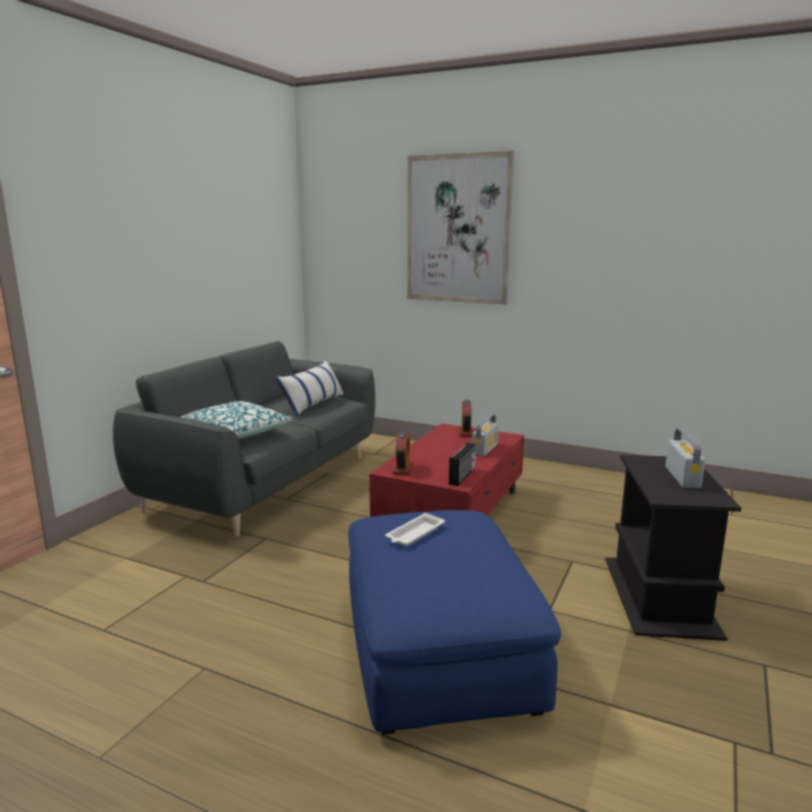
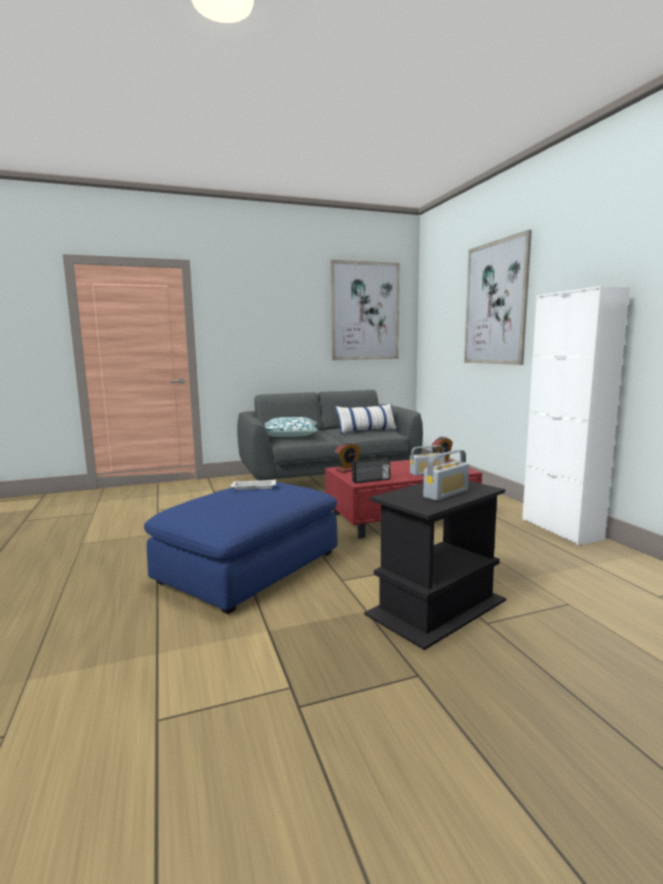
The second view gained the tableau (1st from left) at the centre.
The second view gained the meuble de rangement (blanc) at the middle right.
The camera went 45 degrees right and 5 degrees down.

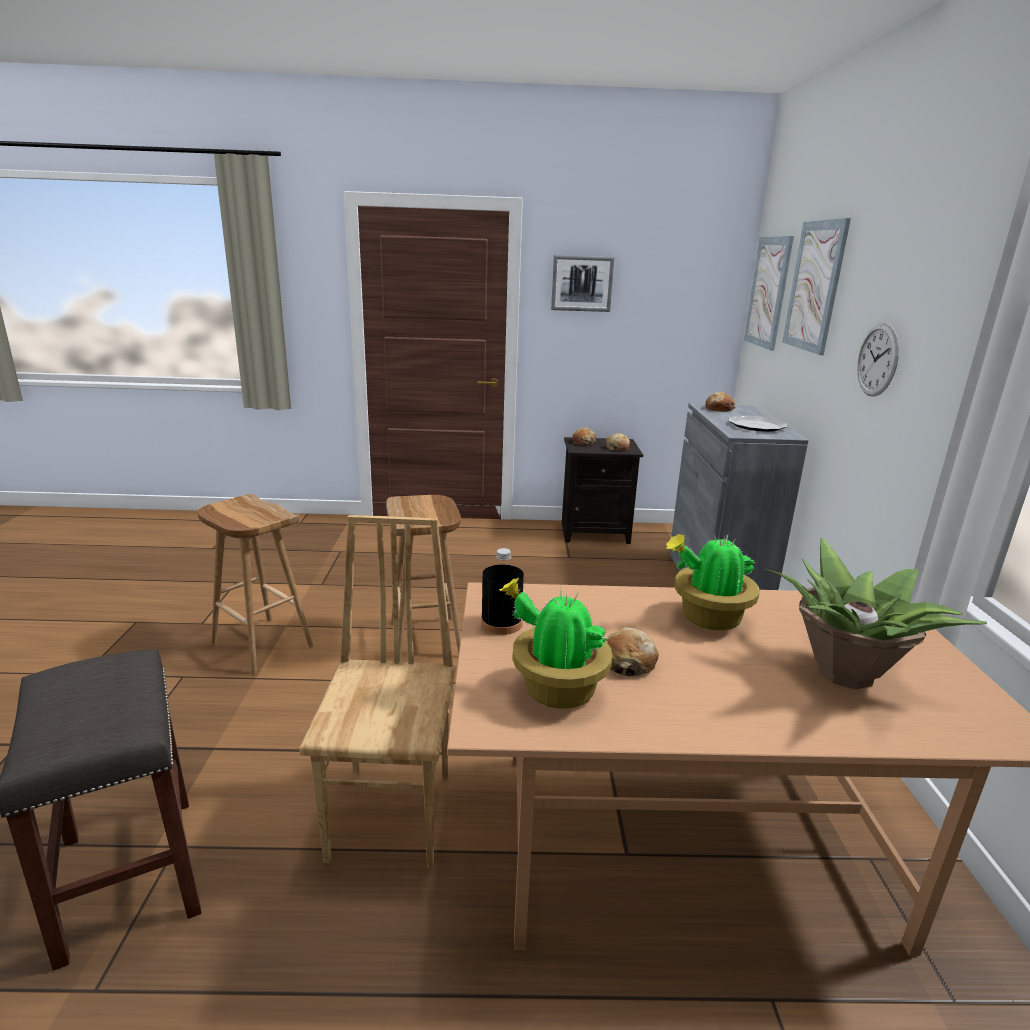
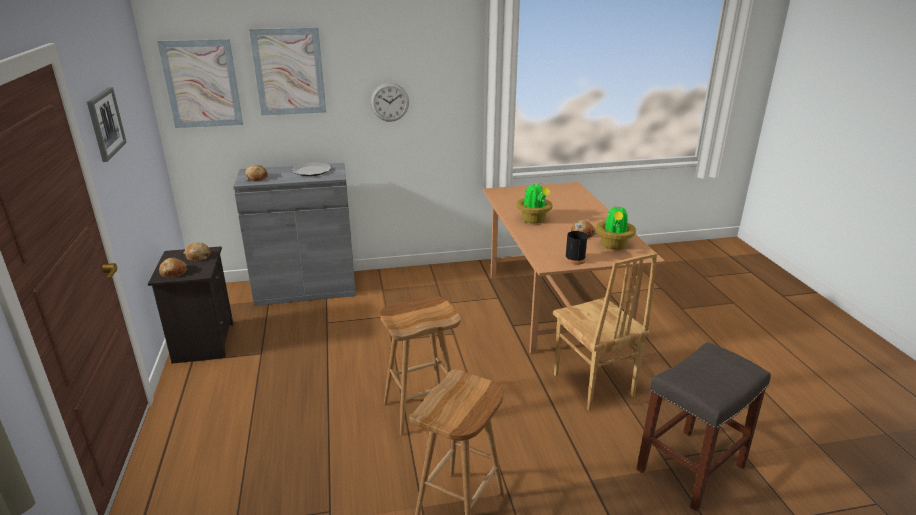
The chaise (marron) at the bottom centre ended up facing another way, 105 degrees counterclockwise from before.
The second view lost the plante en pot (3rd from left) at the middle right.
The camera went 100 degrees left and 5 degrees up.

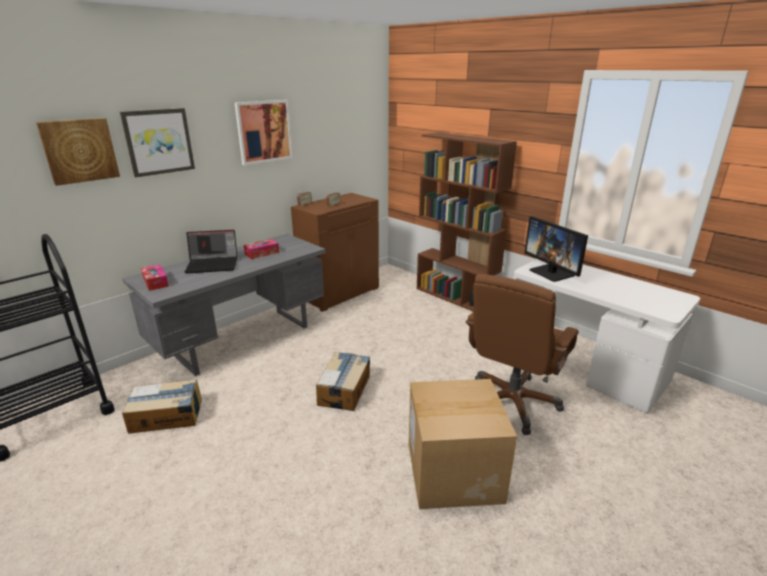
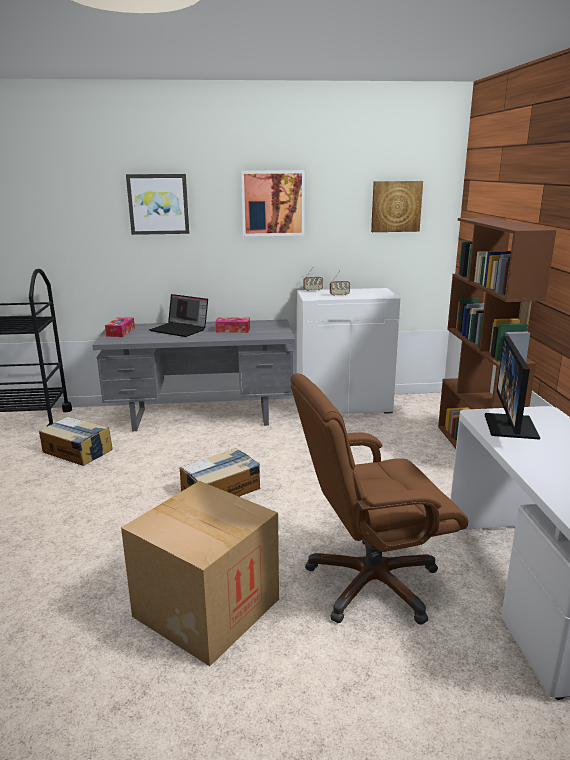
The tableau (1st from left in the first image) ended up elsewhere, having gone from the top left to the top right.
What was the meuble de rangement (marron) at the centre turned into the meuble de rangement (blanc) at the centre.
The camera went 40 degrees right and 5 degrees down.

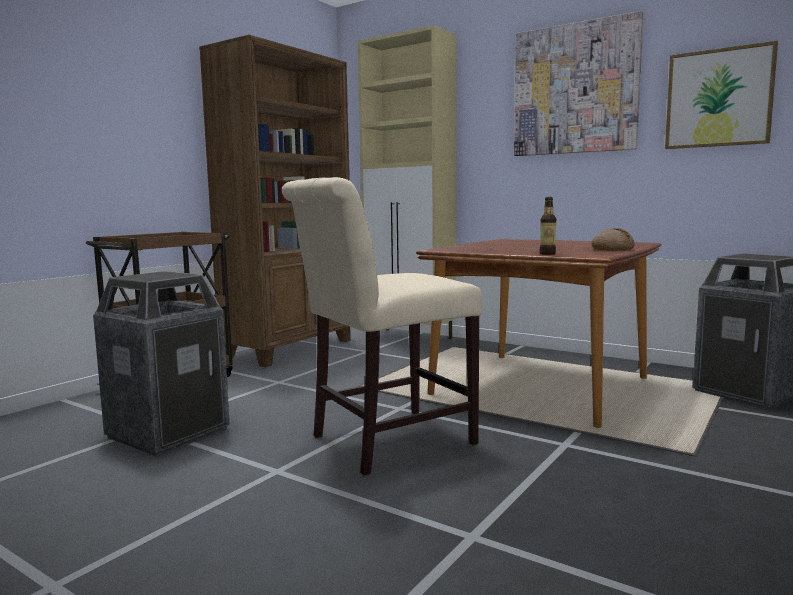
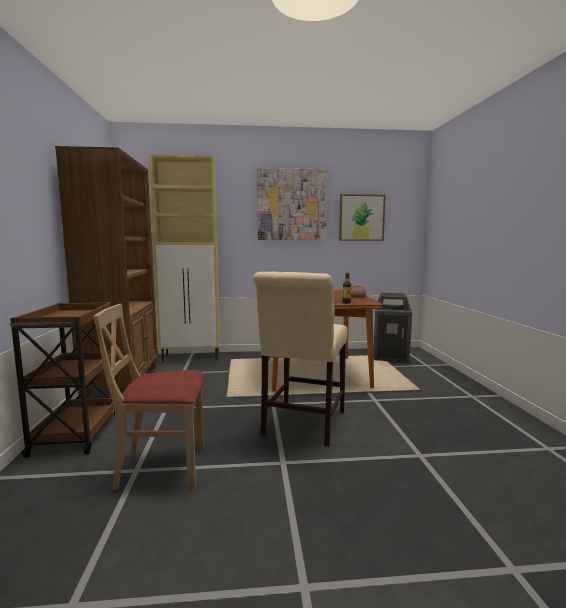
Where the poubelle (1st from left) stood at the middle left, the chaise (beige) (1st from left) came to stand at the middle left.
The camera went 40 degrees left and 0 degrees up.

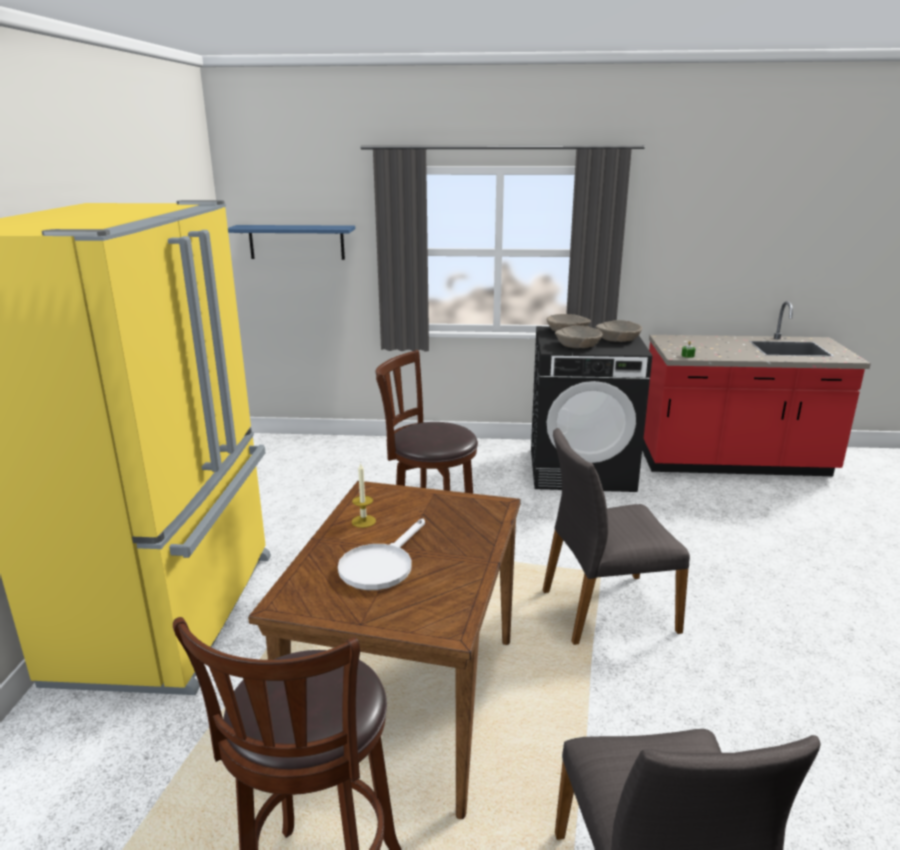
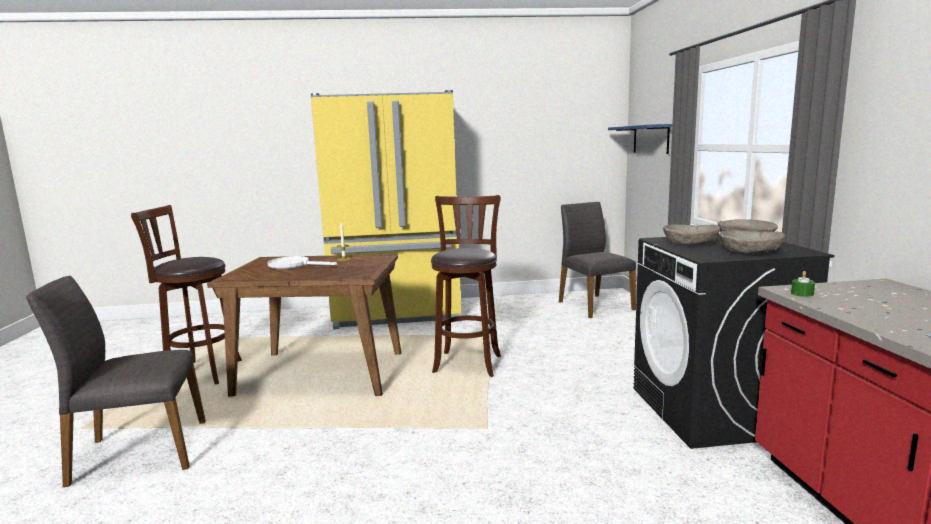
The chaise (gris) (1st from left in the first image) ended up elsewhere, having gone from the middle right to the centre.
The camera went 80 degrees right and 10 degrees down.

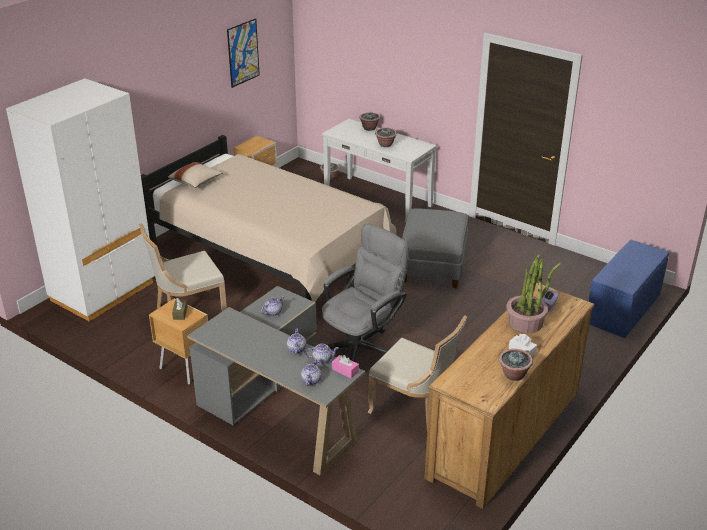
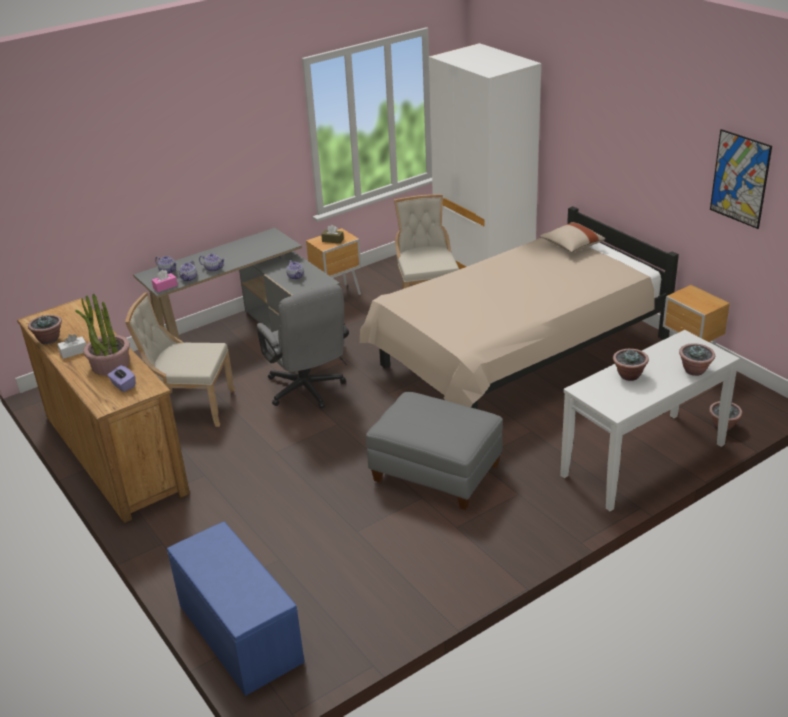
The chaise (beige) (2nd from left in the first image) at the bottom centre ended up facing another way, 45 degrees clockwise from before.
The camera went 110 degrees right and 0 degrees up.

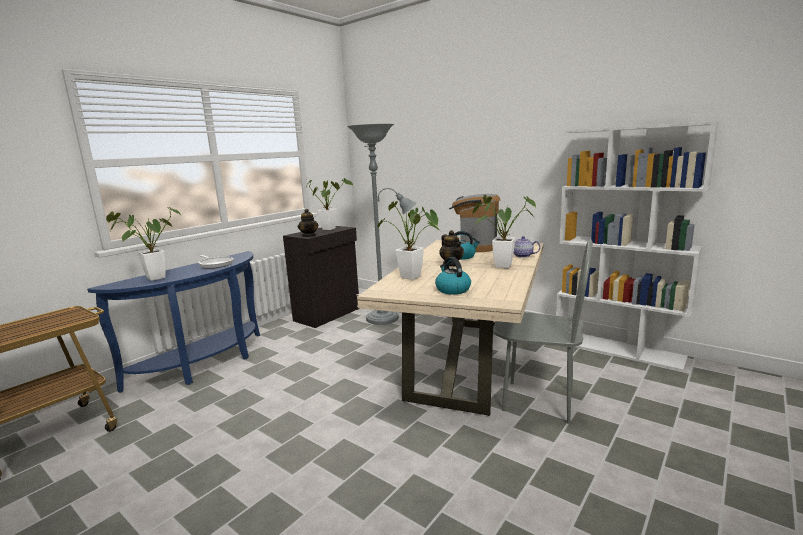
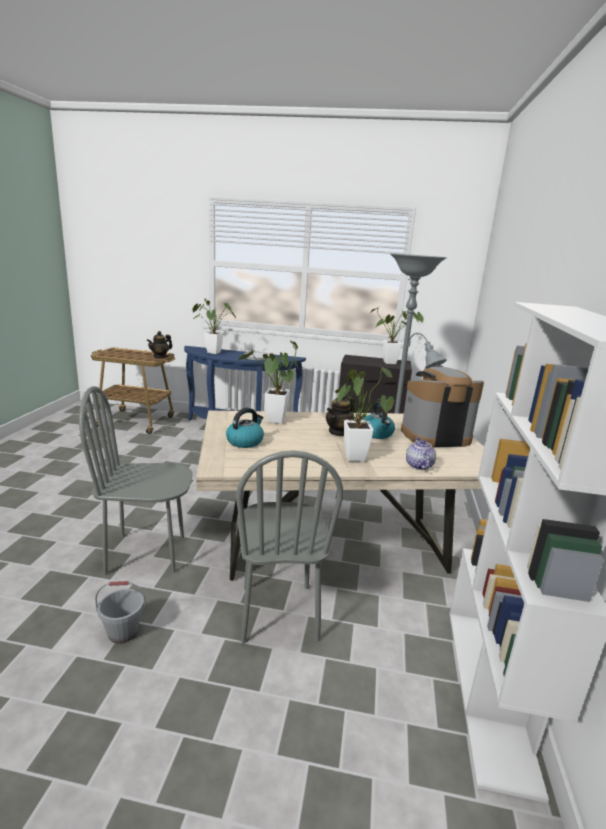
The théière (1st from left) ended up elsewhere, having gone from the centre to the middle left.
The second view gained the chaise (gris) (1st from left) at the middle left.
The second view gained the seau (gris) at the bottom left.
The camera went 60 degrees right and 5 degrees up.

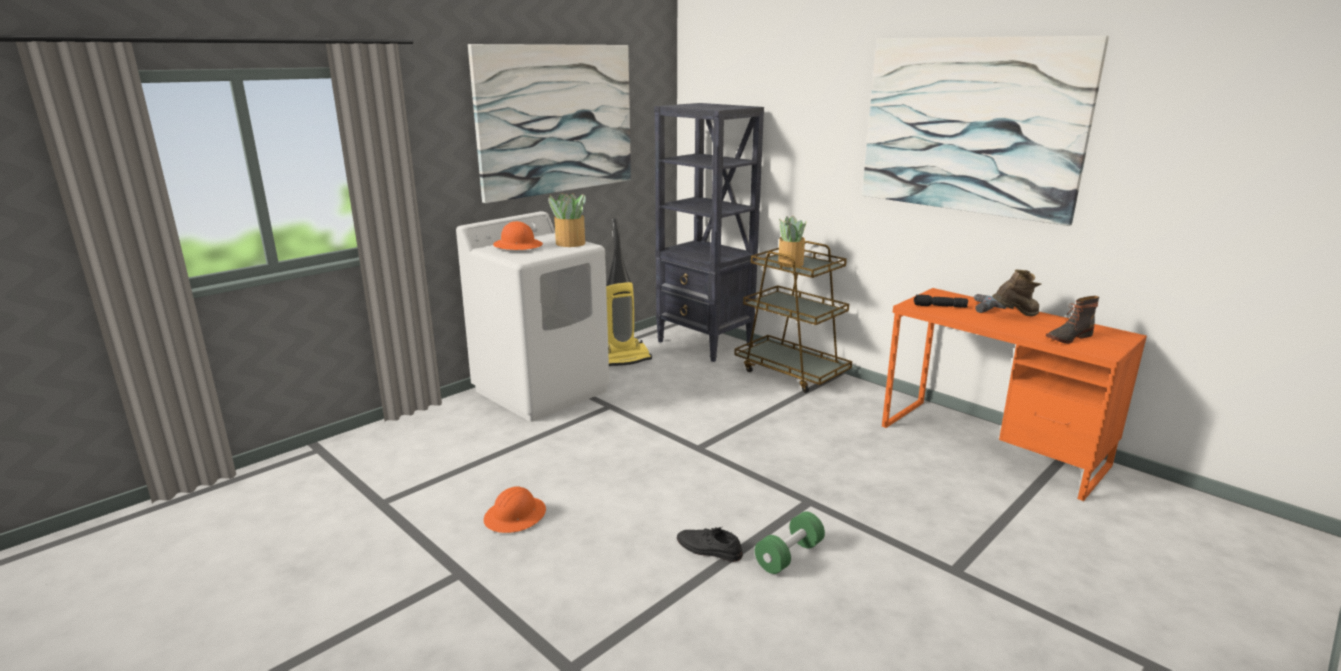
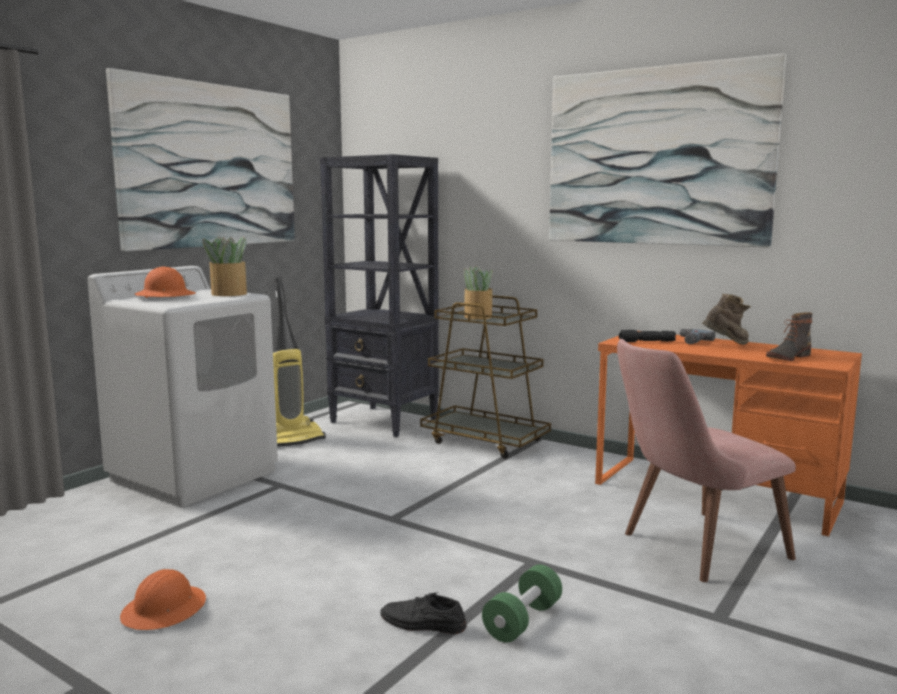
The second view gained the chaise (rose) at the middle right.
The camera went 10 degrees left and 10 degrees down.

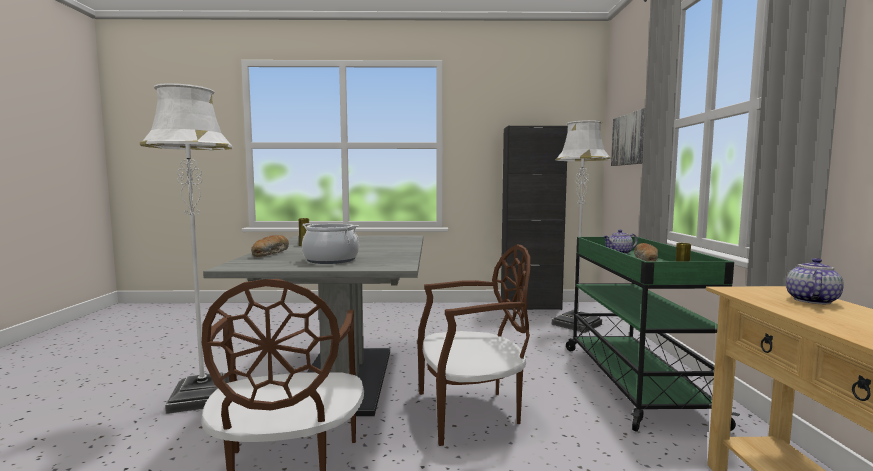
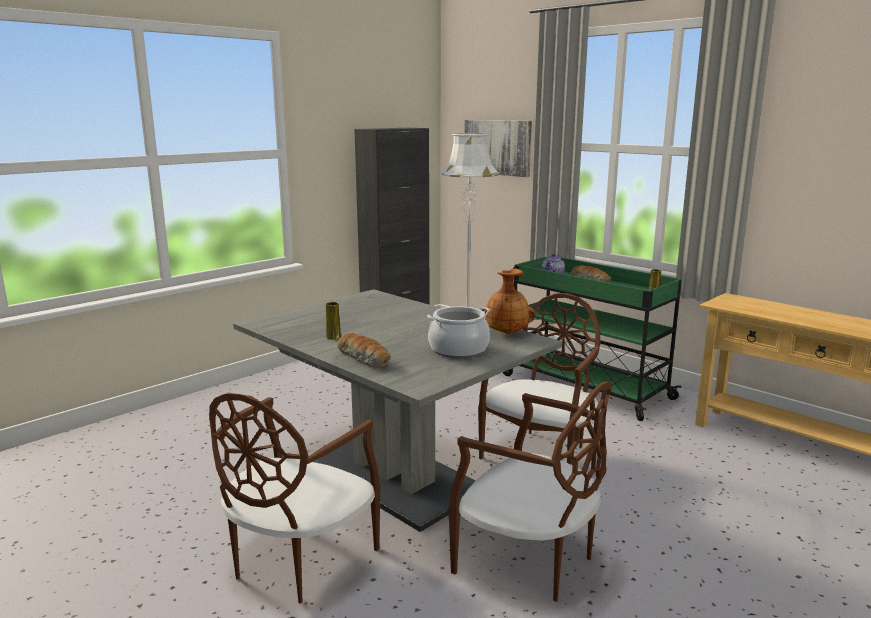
Where the lampadaire (blanc) (1st from left) stood at the middle left, the chaise (marron) (1st from left) came to stand at the bottom centre.
The second view lost the théière (2nd from left) at the middle right.
The second view gained the vase (marron) at the centre.
The camera went 45 degrees left and 10 degrees up.

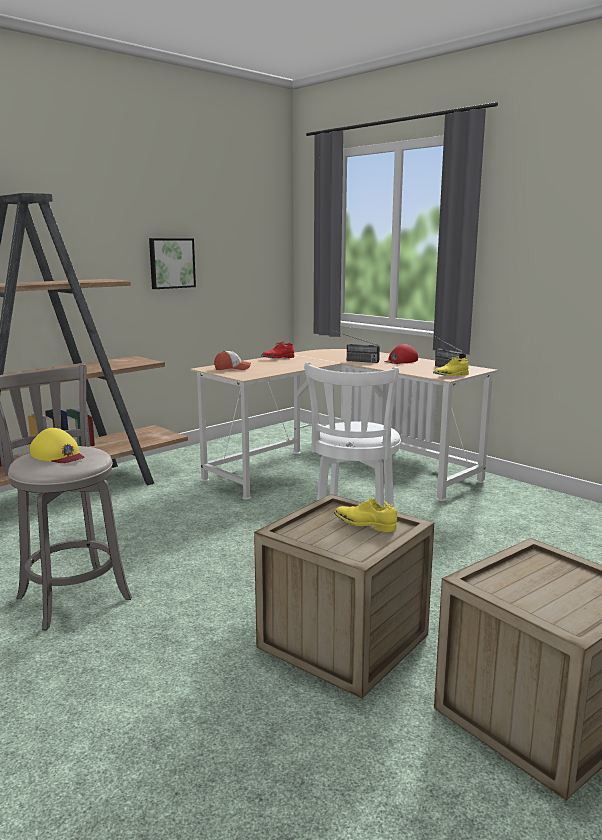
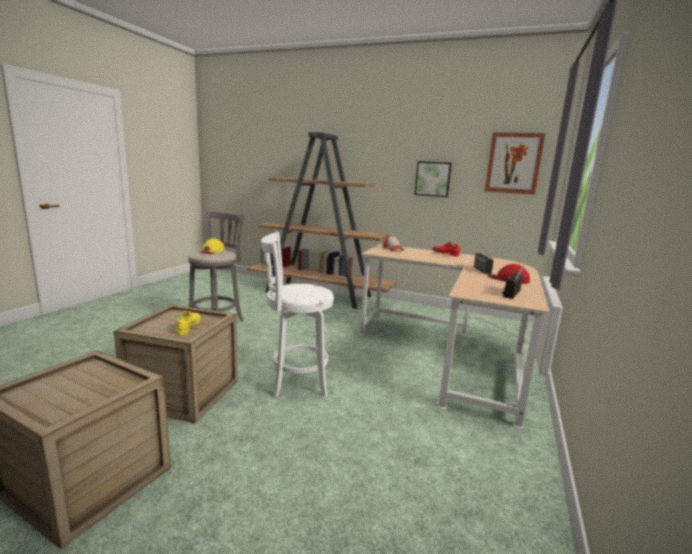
The second view lost the chaussure (jaune) (2nd from left) at the middle right.
The second view gained the tableau (2nd from left) at the top right.
The camera went 65 degrees right and 0 degrees up.

